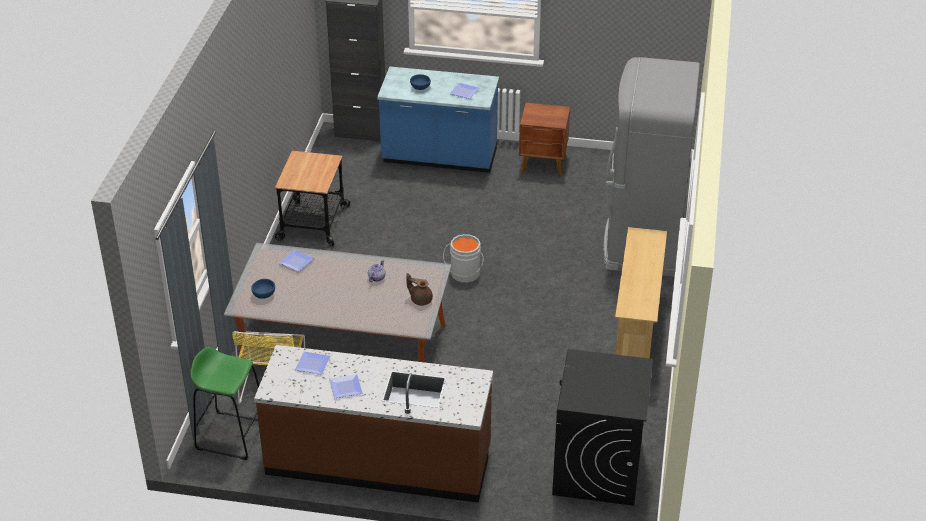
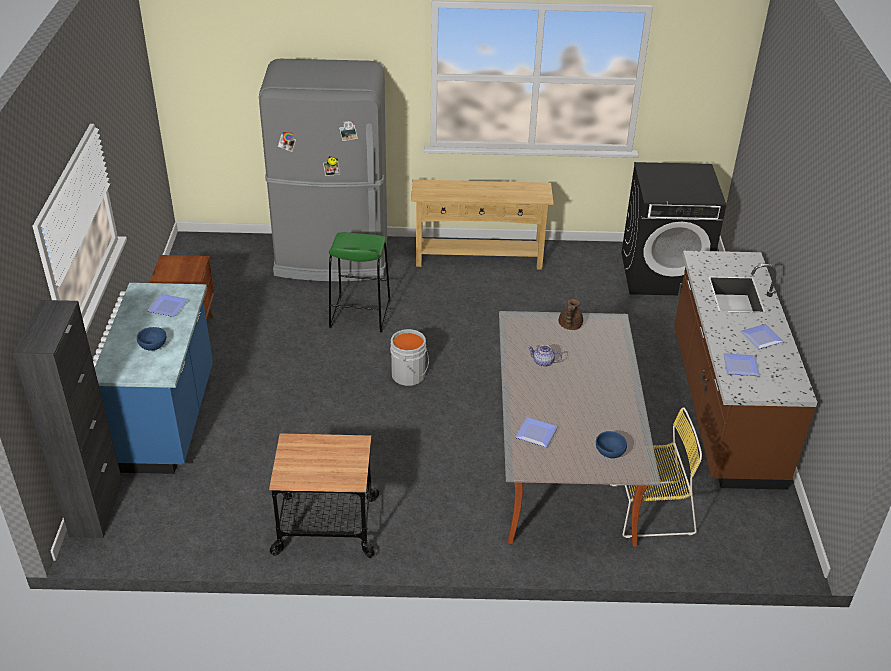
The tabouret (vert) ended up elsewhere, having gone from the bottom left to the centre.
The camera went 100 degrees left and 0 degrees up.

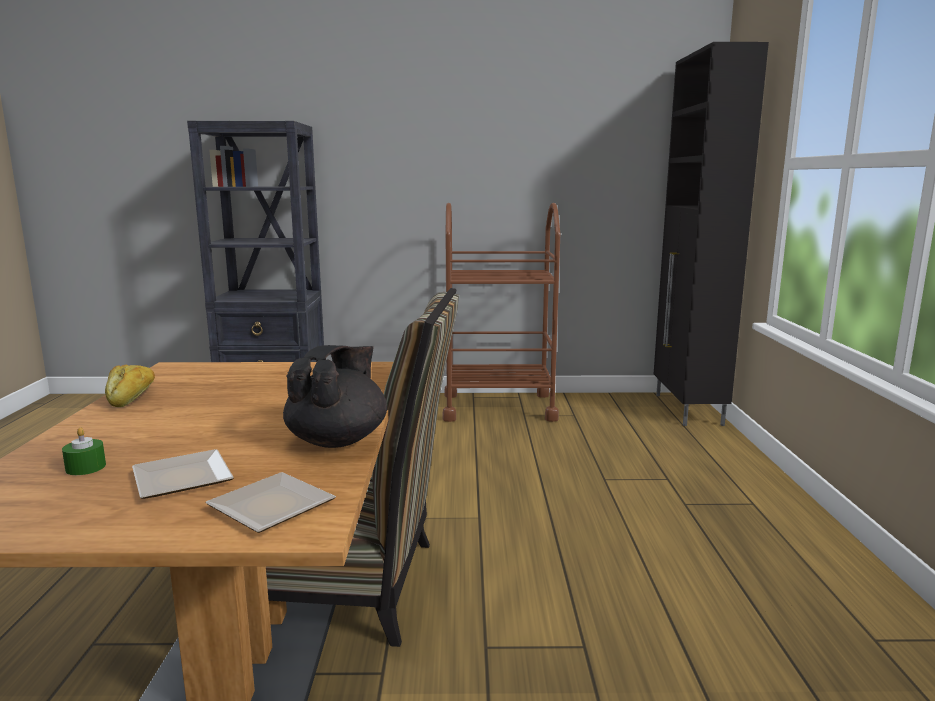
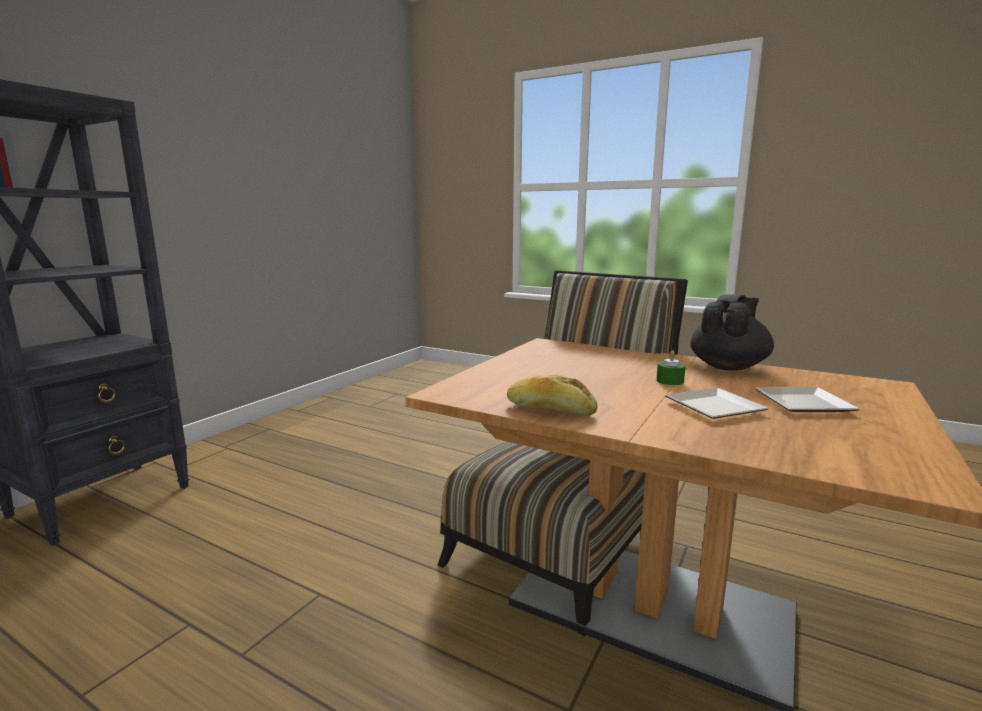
The second view lost the meuble de rangement (noir) at the middle right.
The second view lost the chariot (marron) at the centre.
The théière (noir) at the centre ended up facing another way, 75 degrees clockwise from before.
The bougie (vert) ended up elsewhere, having gone from the middle left to the middle right.
The assiette (2nd from left in the first image) ended up elsewhere, having gone from the bottom left to the middle right.
The camera went 60 degrees left and 0 degrees up.

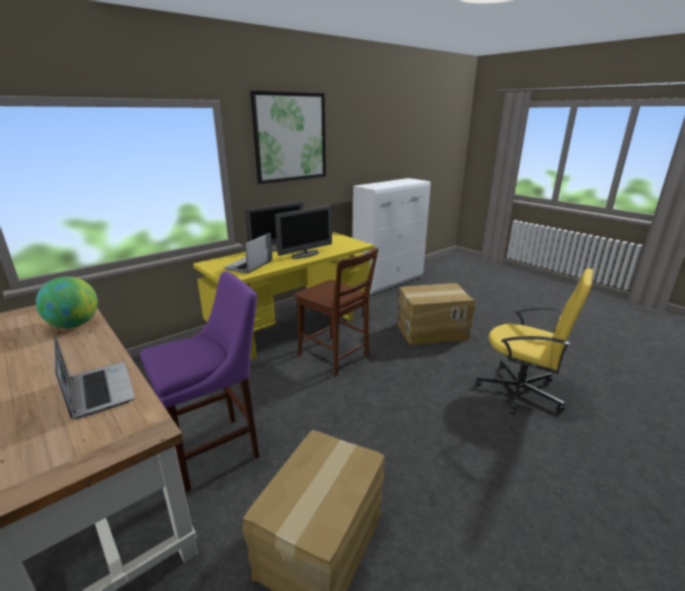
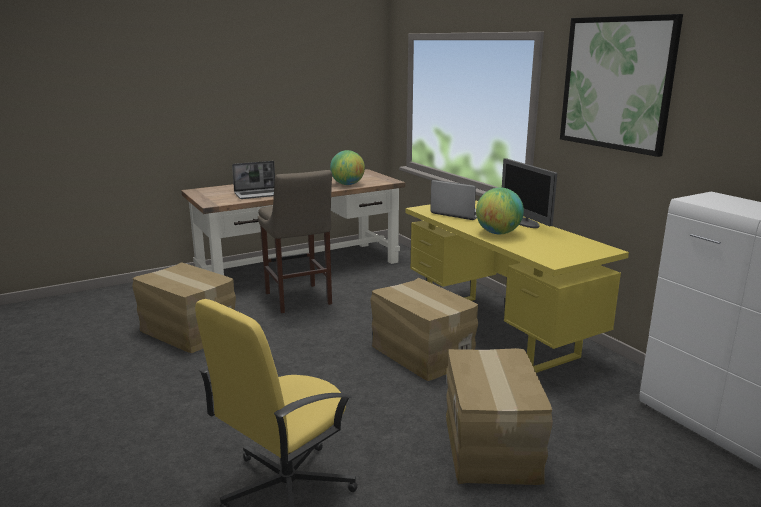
Where the écran d'ordinateur (2nd from left) stood at the centre, the globe (2nd from left) came to stand at the centre.
Where the chaise (marron) stood at the centre, the carton (2nd from left) came to stand at the centre.
What was the tabouret (violet) at the middle left turned into the tabouret (beige) at the centre.
The camera went 100 degrees right and 5 degrees down.

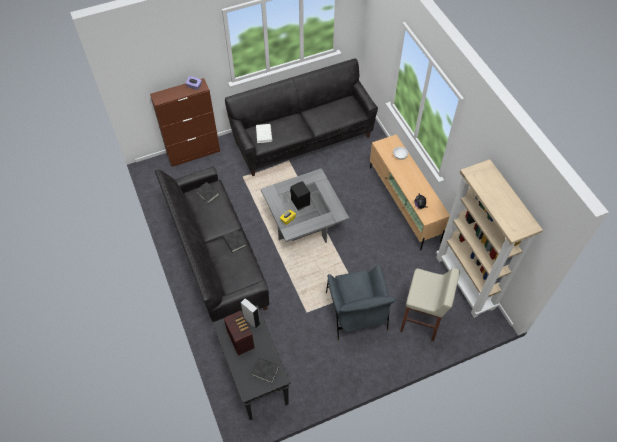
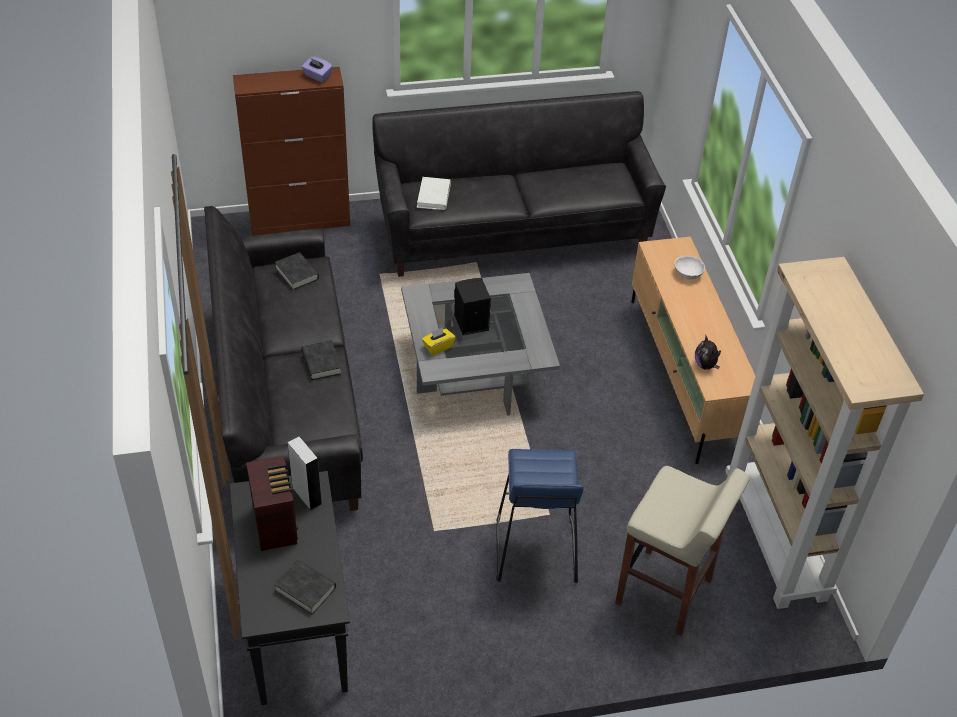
Where the fauteuil (gris) stood at the bottom centre, the tabouret (bleu) came to stand at the bottom centre.
The camera went 10 degrees right and 10 degrees down.

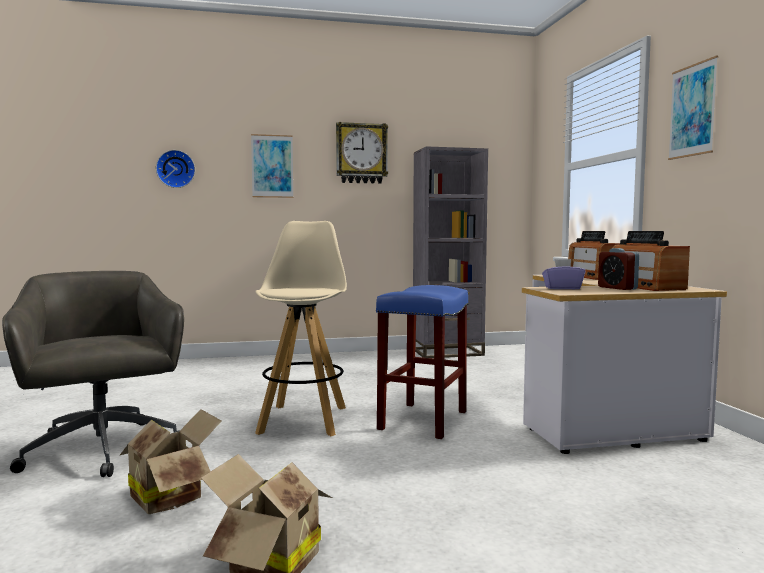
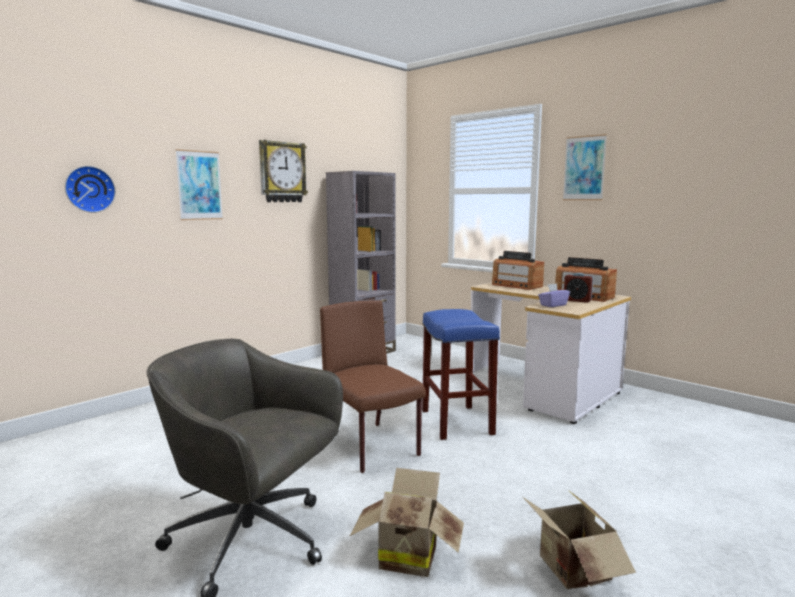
Where the tabouret (beige) stood at the centre, the chaise (marron) came to stand at the centre.
The camera went 35 degrees left and 5 degrees up.

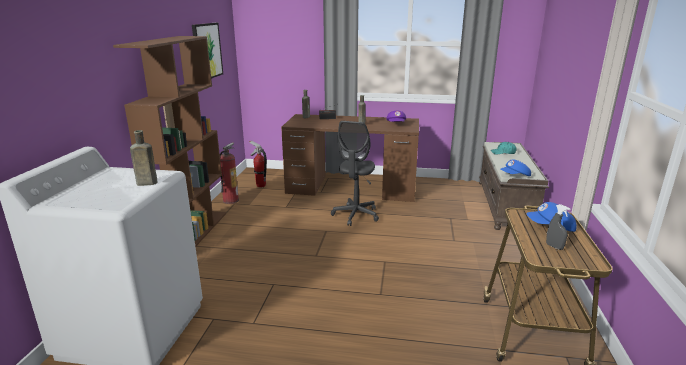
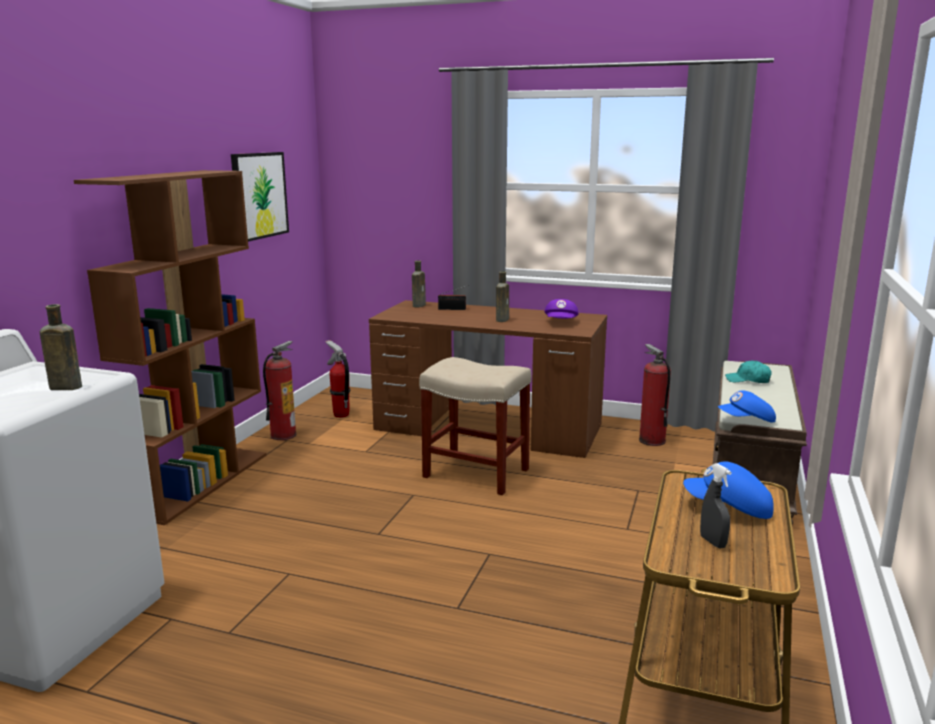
Where the chaise de bureau (gris) stood at the centre, the tabouret (beige) came to stand at the centre.
The second view gained the extincteur (3rd from left) at the middle right.
The camera went 10 degrees right and 5 degrees down.

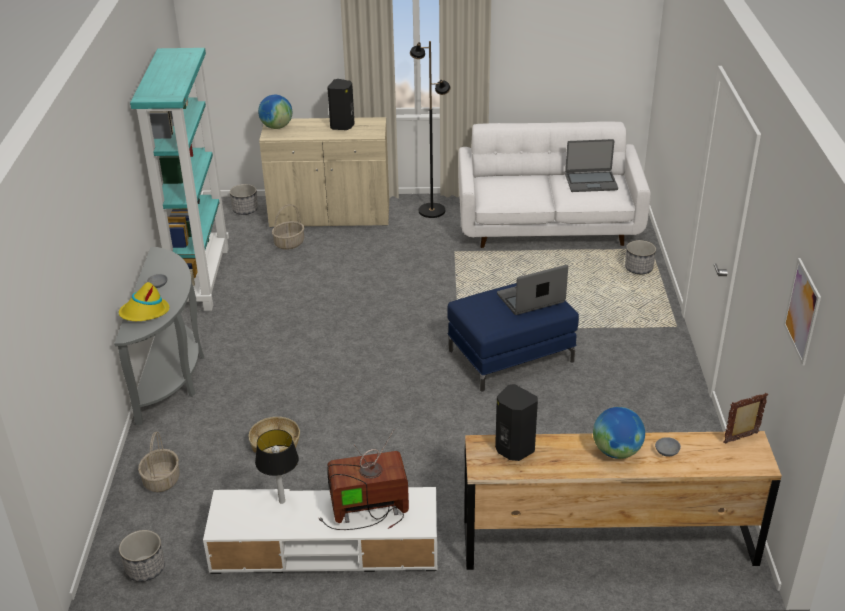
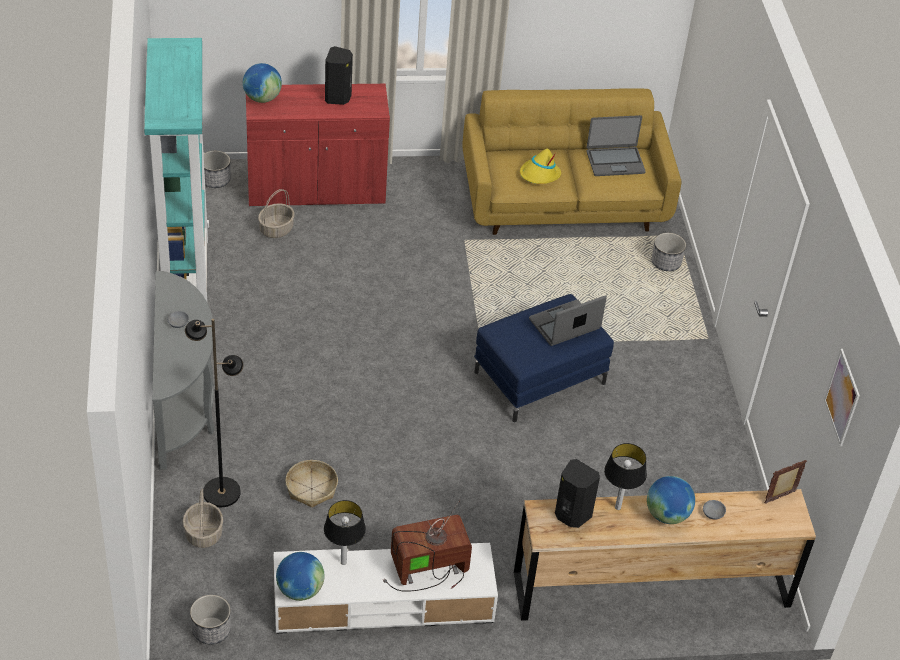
The lampadaire (noir) ended up elsewhere, having gone from the top centre to the middle left.
What was the meuble de rangement (beige) at the top centre turned into the meuble de rangement (rouge) at the top centre.
What was the canapé (blanc) at the top centre turned into the canapé (jaune) at the top centre.
The chapeau (jaune) ended up elsewhere, having gone from the middle left to the top centre.
The second view gained the lampe de table (2nd from left) at the bottom right.
The second view gained the globe (2nd from left) at the bottom centre.
The camera went 10 degrees left and 10 degrees up.

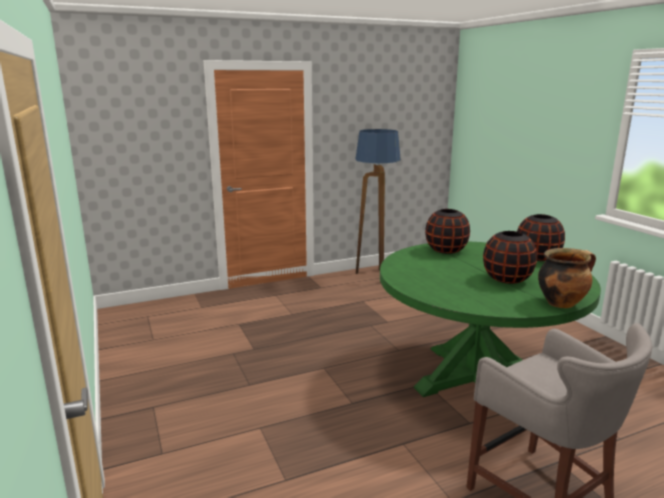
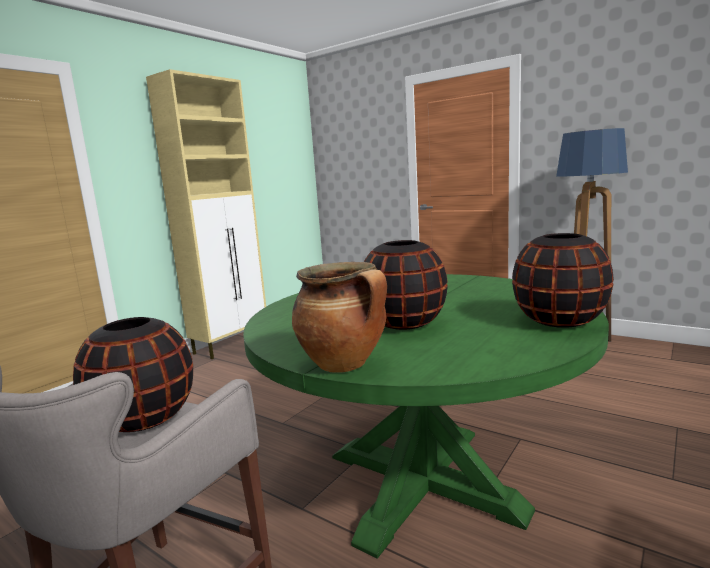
The vase (noir) (1st from left) ended up elsewhere, having gone from the middle right to the middle left.
The second view gained the meuble de rangement (beige) at the middle left.
The camera went 60 degrees right and 5 degrees down.

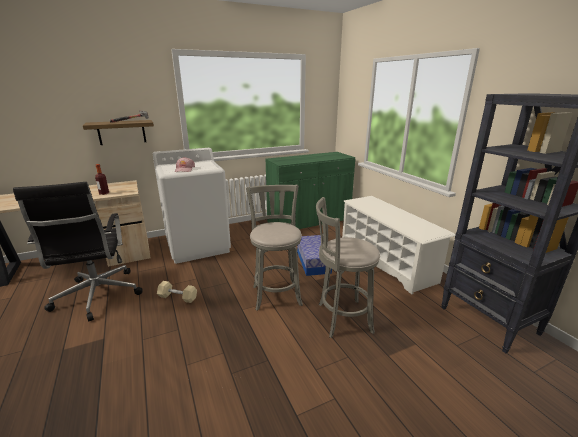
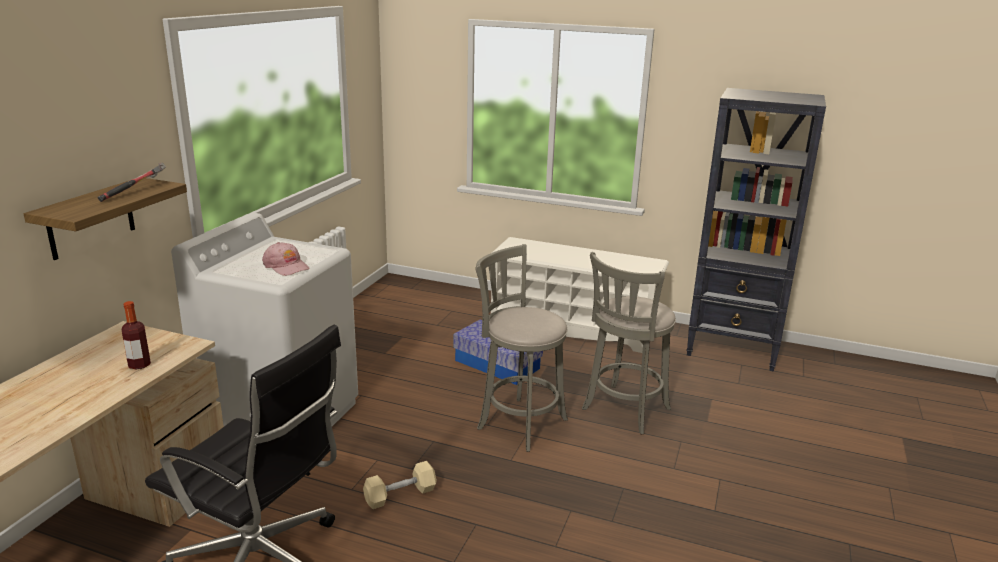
The second view lost the meuble de rangement (vert) at the centre.
The camera went 45 degrees left and 0 degrees up.

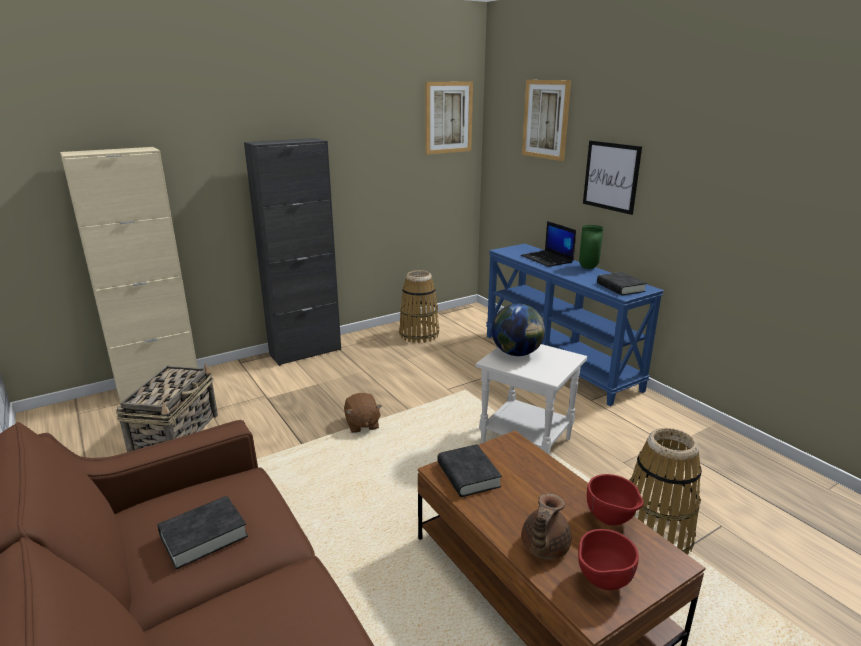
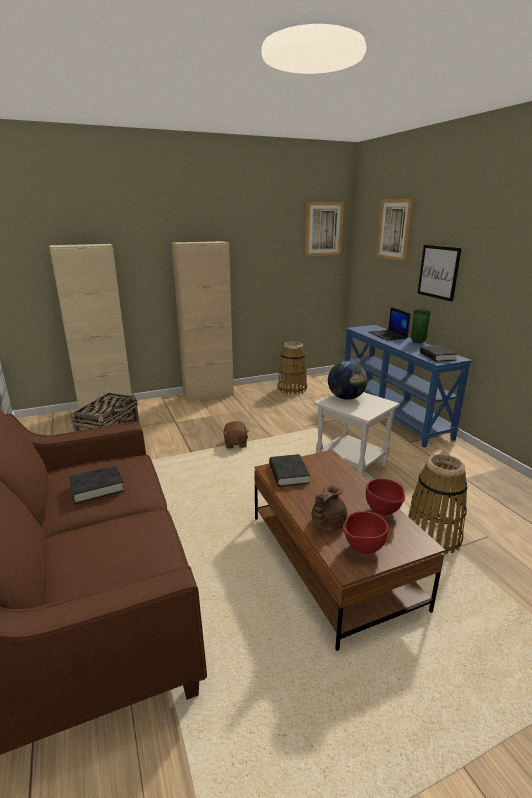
What was the meuble de rangement (noir) at the centre turned into the meuble de rangement (beige) (2nd from left) at the centre.
The camera went 10 degrees right and 0 degrees up.

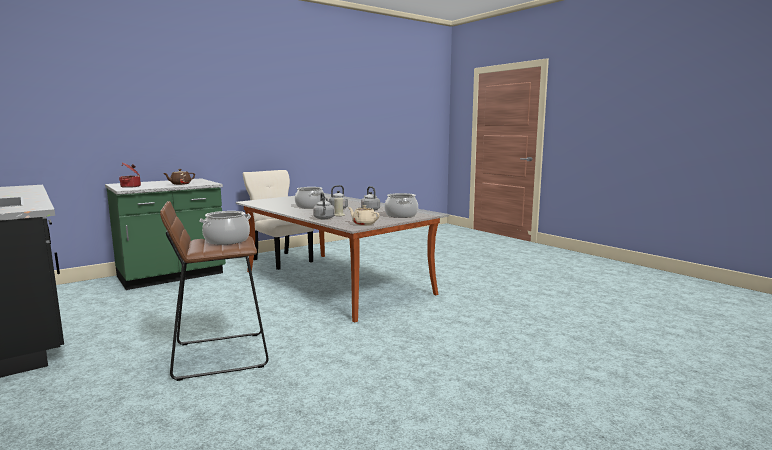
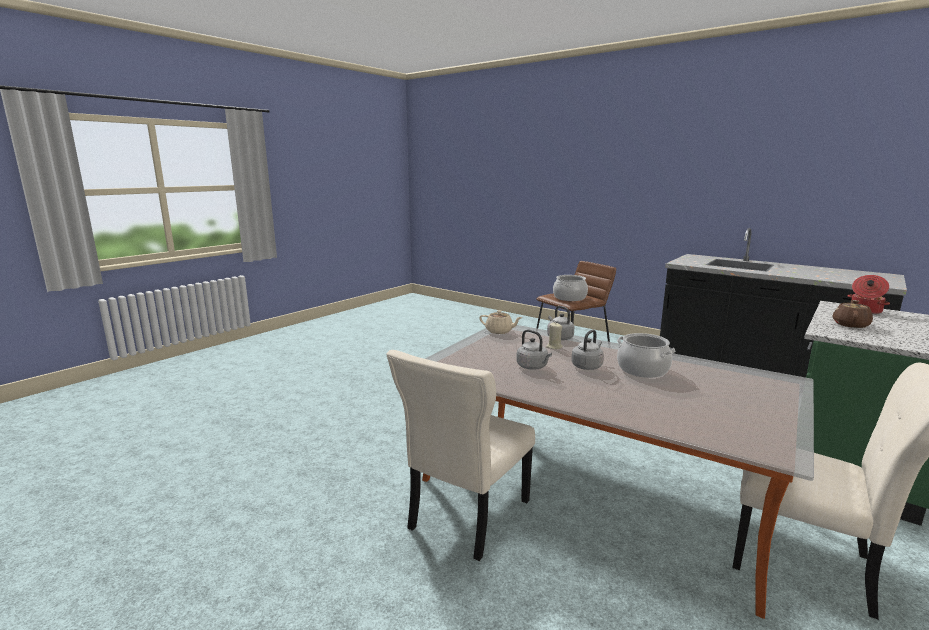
The second view lost the marmite (4th from left) at the centre.
The second view gained the chaise (beige) (1st from left) at the bottom centre.
The camera went 165 degrees right and 5 degrees up.

